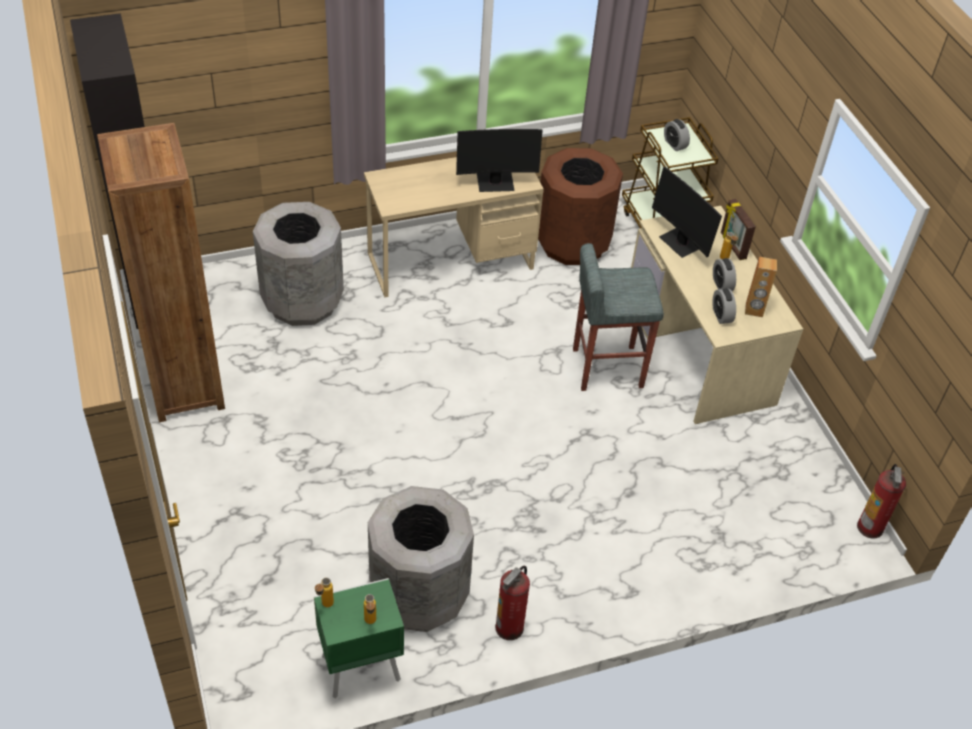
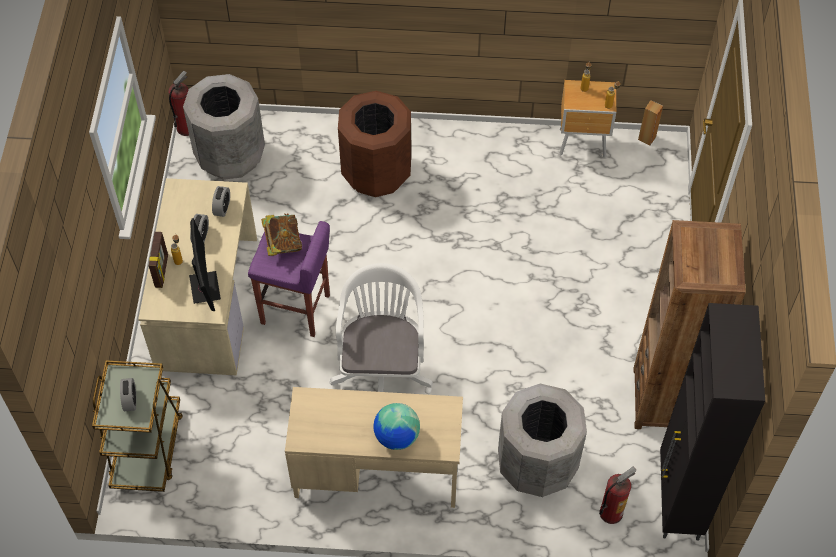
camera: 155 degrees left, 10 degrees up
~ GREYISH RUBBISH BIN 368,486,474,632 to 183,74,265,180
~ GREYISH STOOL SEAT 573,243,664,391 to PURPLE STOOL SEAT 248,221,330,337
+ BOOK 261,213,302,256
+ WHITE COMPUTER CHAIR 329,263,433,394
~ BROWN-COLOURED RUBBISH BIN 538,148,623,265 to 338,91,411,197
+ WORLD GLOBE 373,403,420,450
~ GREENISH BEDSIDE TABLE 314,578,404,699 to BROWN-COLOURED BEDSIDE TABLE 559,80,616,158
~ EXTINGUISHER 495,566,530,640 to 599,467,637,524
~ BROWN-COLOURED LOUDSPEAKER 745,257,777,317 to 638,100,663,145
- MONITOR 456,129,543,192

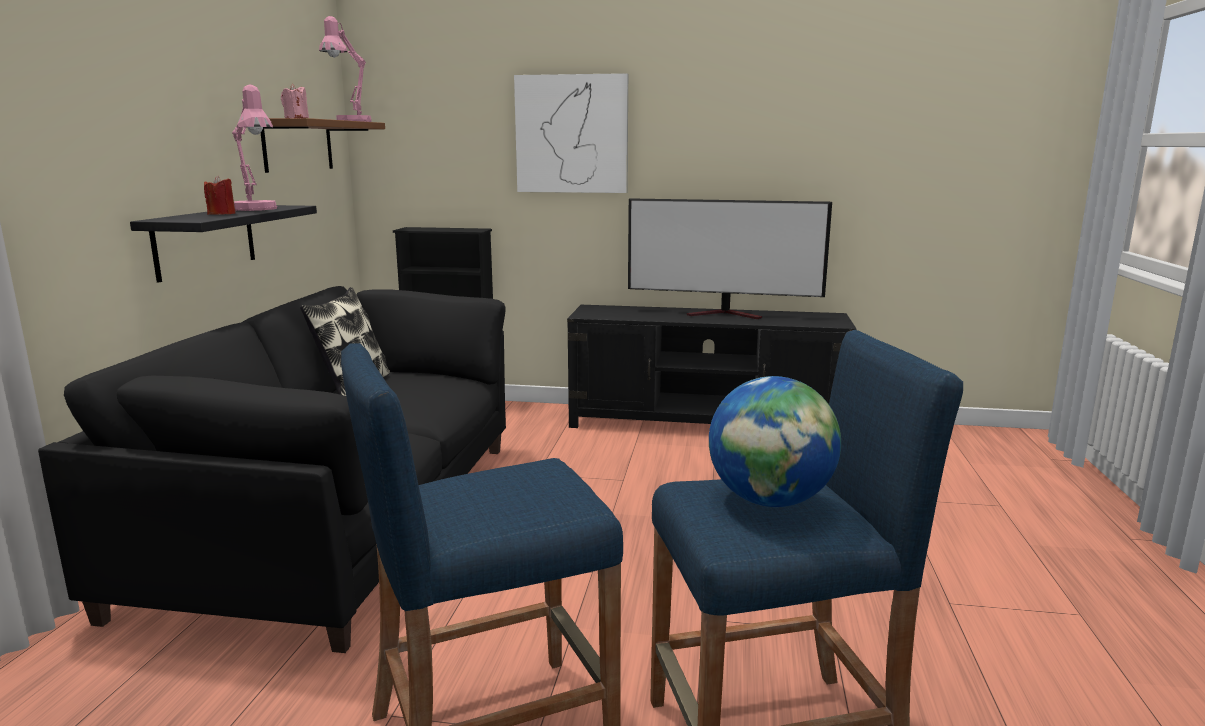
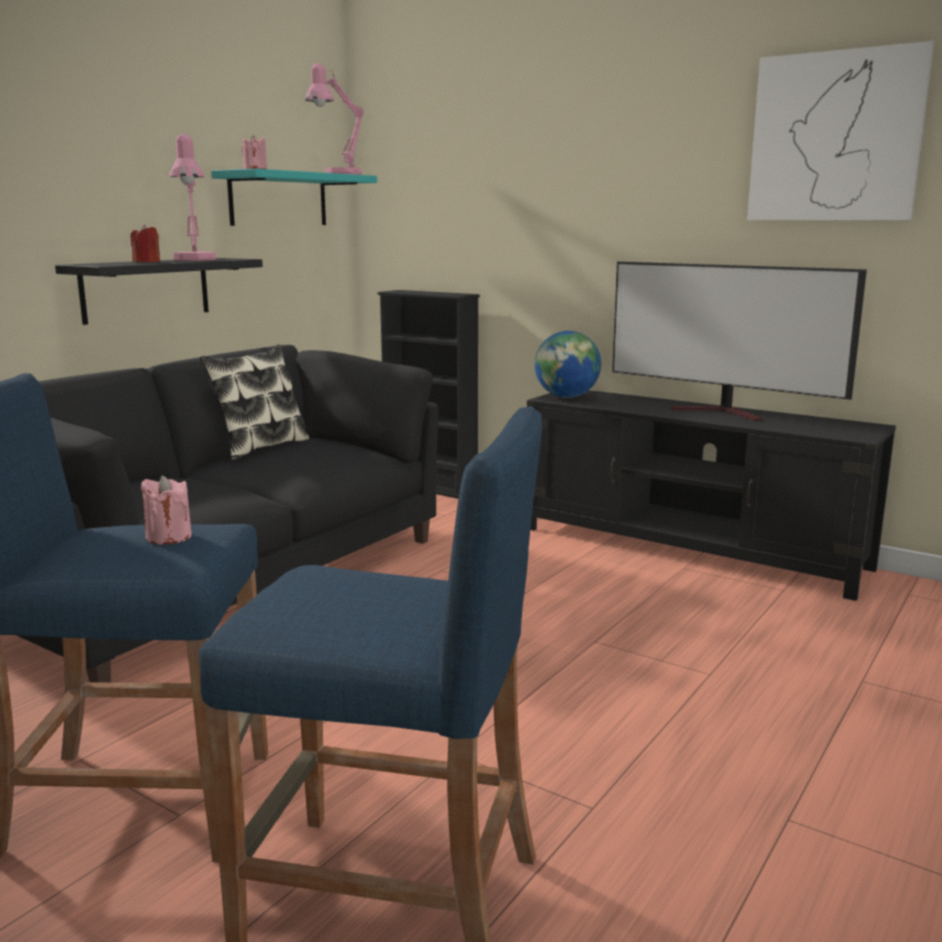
camera: 25 degrees right, 0 degrees up
+ PINK-COLOURED CANDLE 141,476,192,545
~ BROWN-COLOURED WALL SHELF 261,118,385,173 to TURQUOISE WALL SHELF 211,169,377,226
~ WORLD GLOBE 709,376,841,507 to 535,331,601,398
~ PICTURE 514,73,628,193 to 747,41,935,220

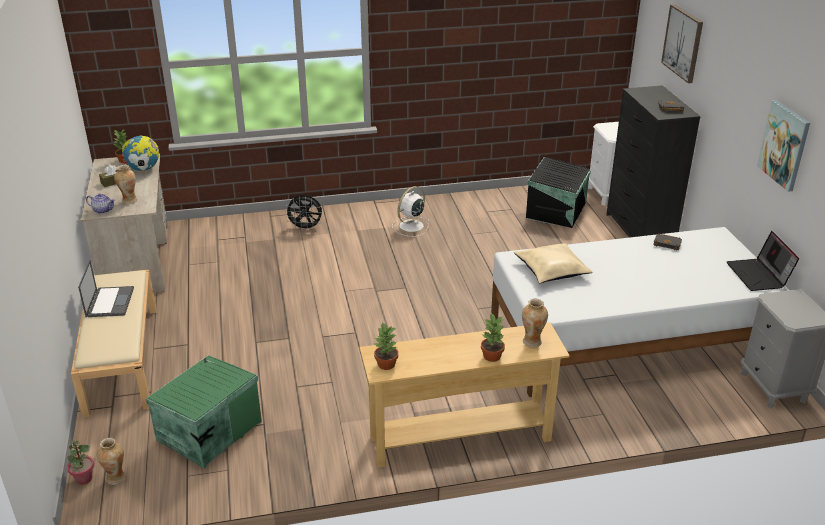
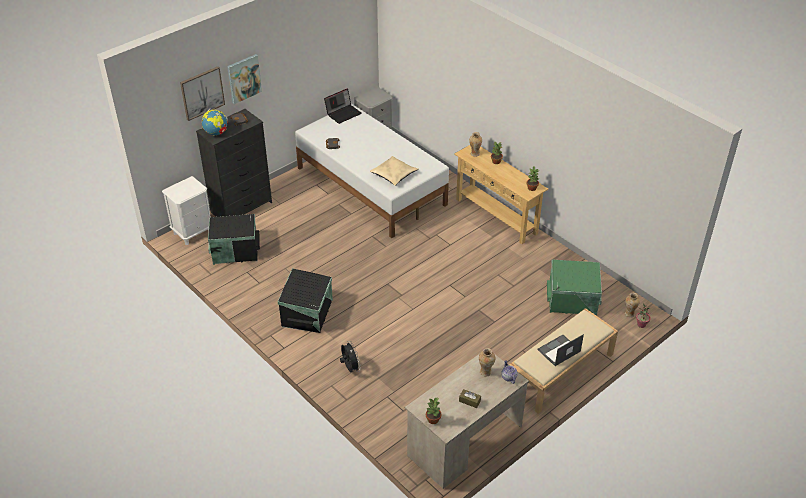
camera: 120 degrees left, 10 degrees up
~ WORLD GLOBE 121,136,159,171 to 201,109,228,135
~ PICTURE 757,100,810,192 to 227,54,262,104
~ WHITE COOLING FAN 392,186,430,237 to BLACK-COLOURED STORAGE CONTAINER 278,268,333,333

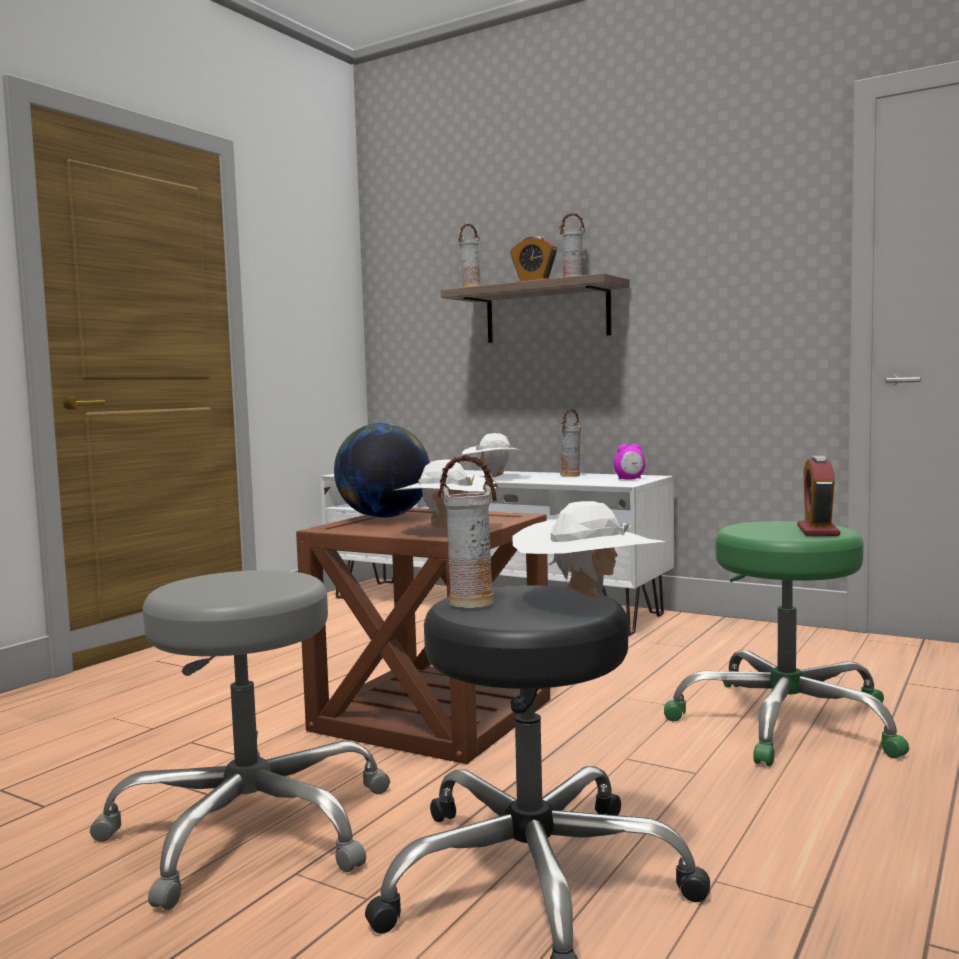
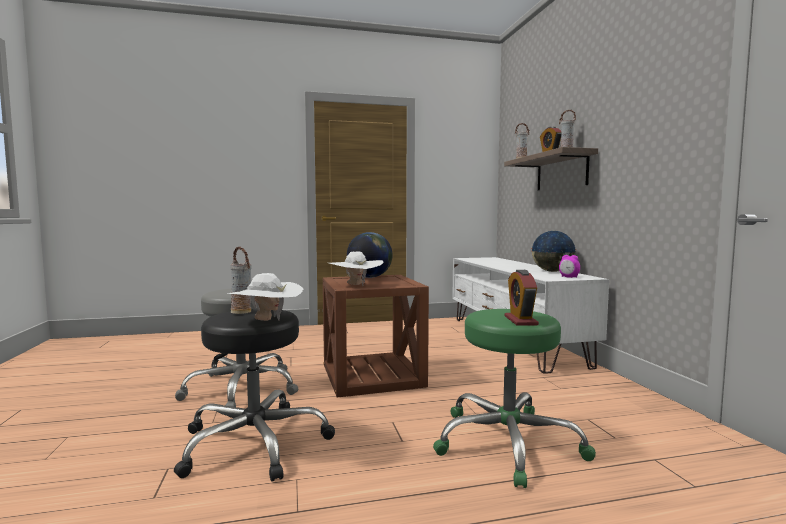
camera: 45 degrees right, 0 degrees up
~ ALARM CLOCK 797,456,840,536 = 504,270,539,326 60 degrees counterclockwise
~ DECORATIVE VASE 560,408,581,476 to WORLD GLOBE 531,231,576,272
- WHITE WEARABLE HAT 462,433,527,477

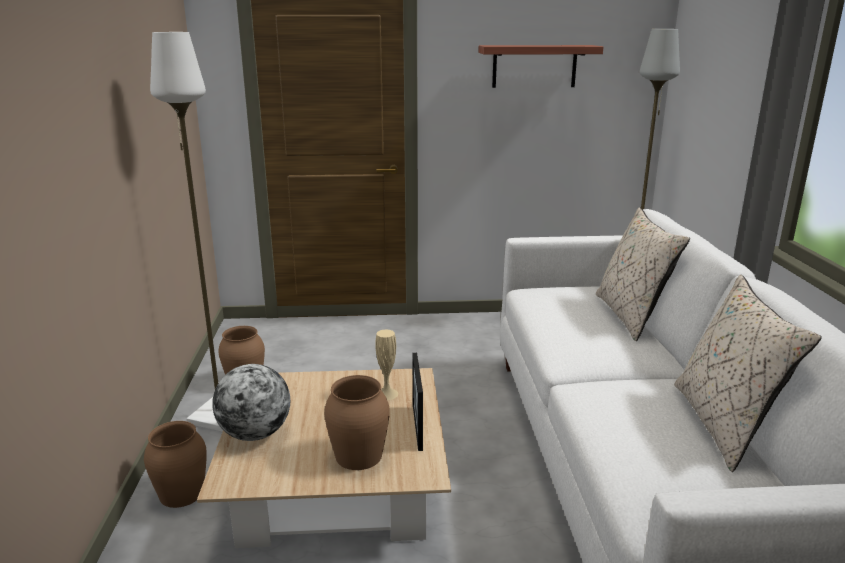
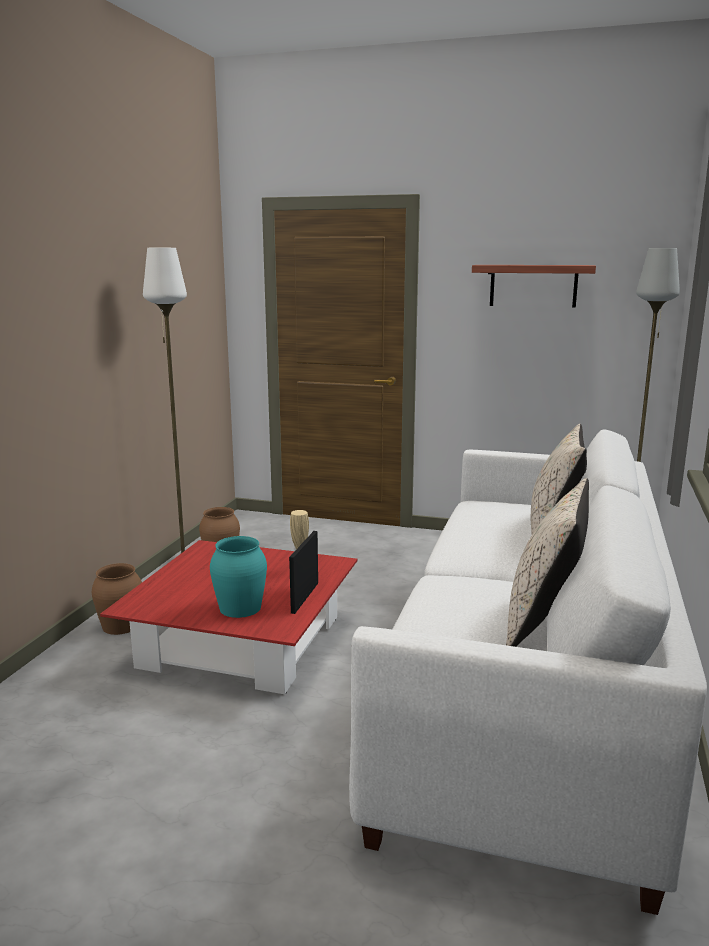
camera: 20 degrees right, 5 degrees down
~ BEIGE-COLOURED LOW TABLE 197,368,451,548 to RED LOW TABLE 100,540,357,694
~ BROWN-COLOURED DECORATIVE VASE 324,375,390,470 to TURQUOISE DECORATIVE VASE 210,536,267,618
- WORLD GLOBE 212,364,290,441

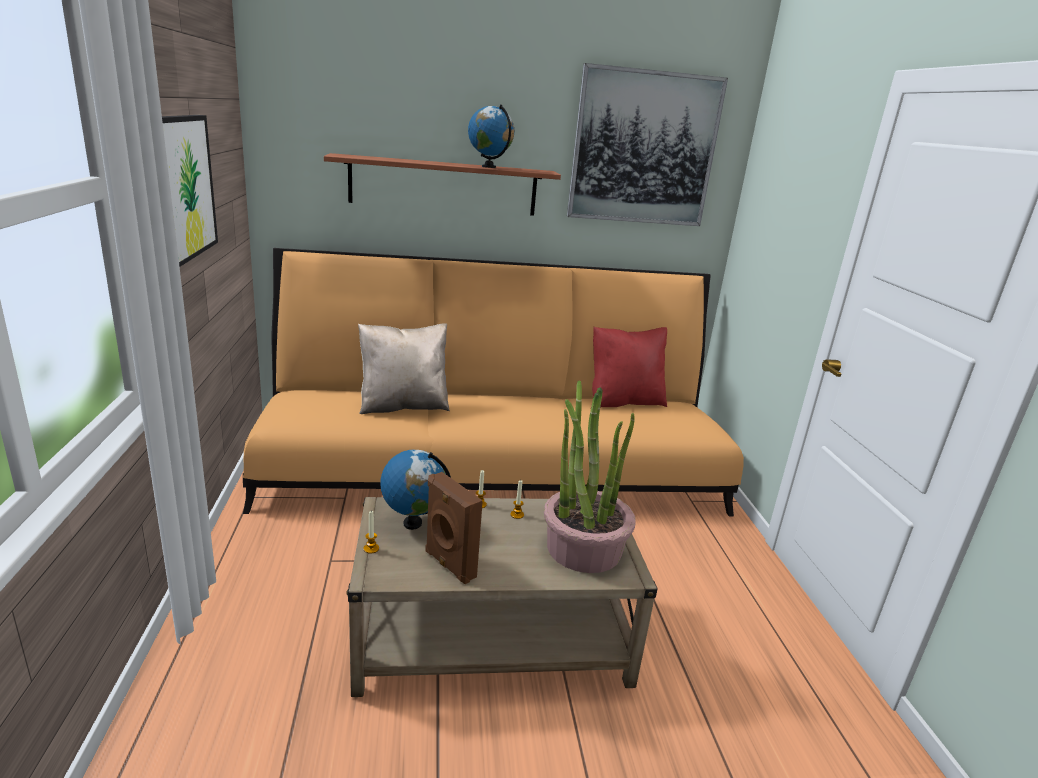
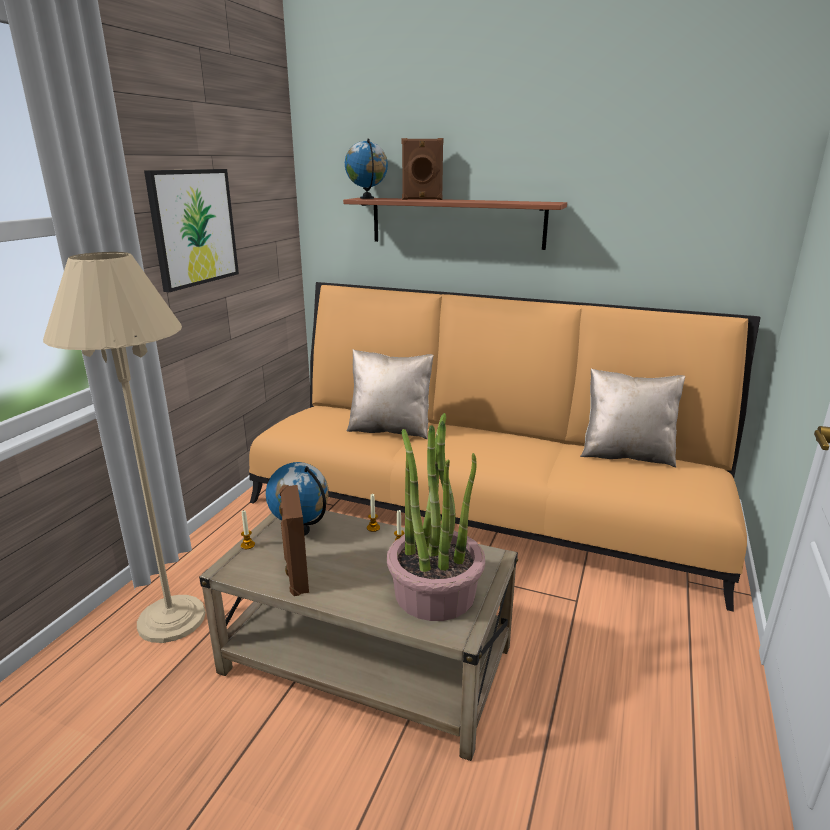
camera: 30 degrees right, 0 degrees up
+ BEIGE-COLOURED STANDING LAMP 43,252,206,643
~ WORLD GLOBE 468,104,515,168 to 345,139,388,199
+ BROWN-COLOURED LOUDSPEAKER 402,138,444,200
~ RED THROW PILLOW 592,327,667,407 to BEIGE-COLOURED THROW PILLOW 580,368,685,468
- PICTURE 567,63,728,226

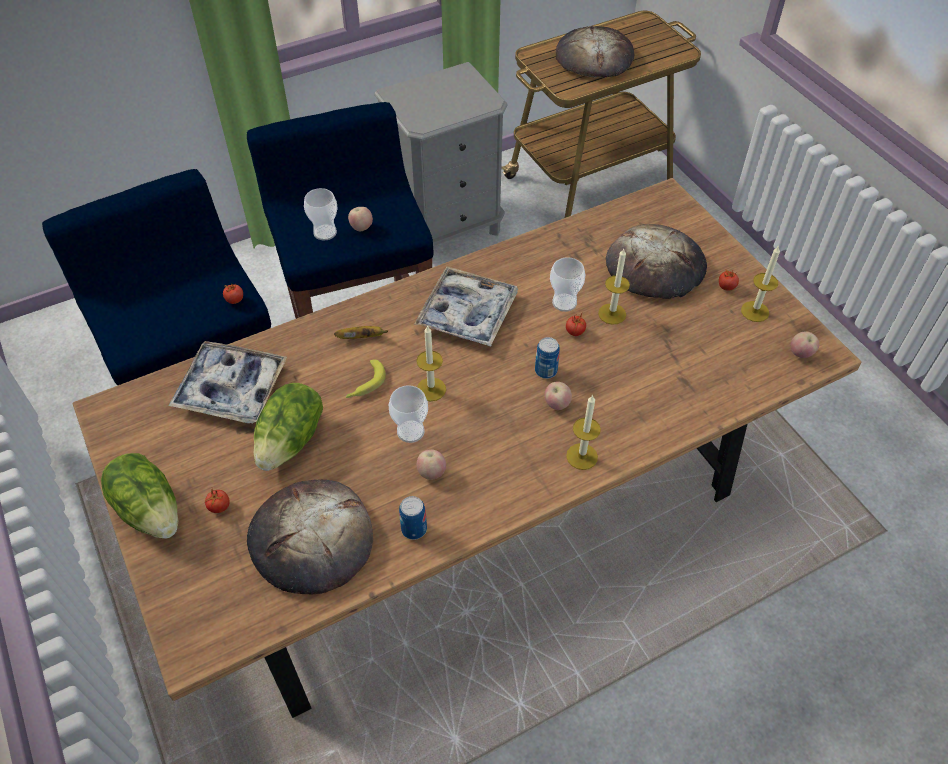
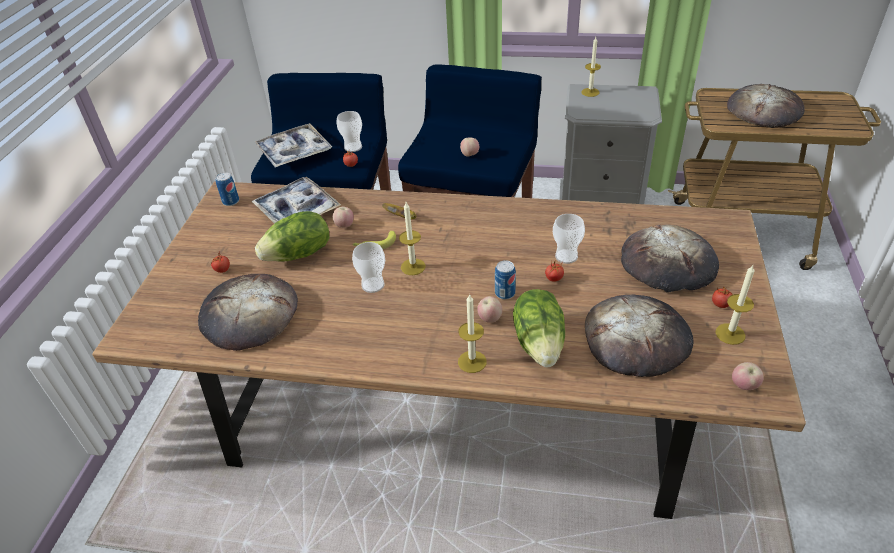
camera: 40 degrees right, 10 degrees down
~ SEALED CAN 399,496,427,540 to 216,172,239,206
~ TRAY 415,266,518,347 to 255,123,332,168
~ APPLE 417,449,446,480 to 333,207,354,228
~ DRINKING CUP 304,188,337,240 to 336,111,362,152
~ HEAD OF LETTUCE 101,453,178,539 to 513,289,565,367
~ CANDLE 598,249,630,325 to 582,37,601,97
+ BAKED BREAD 585,295,693,377

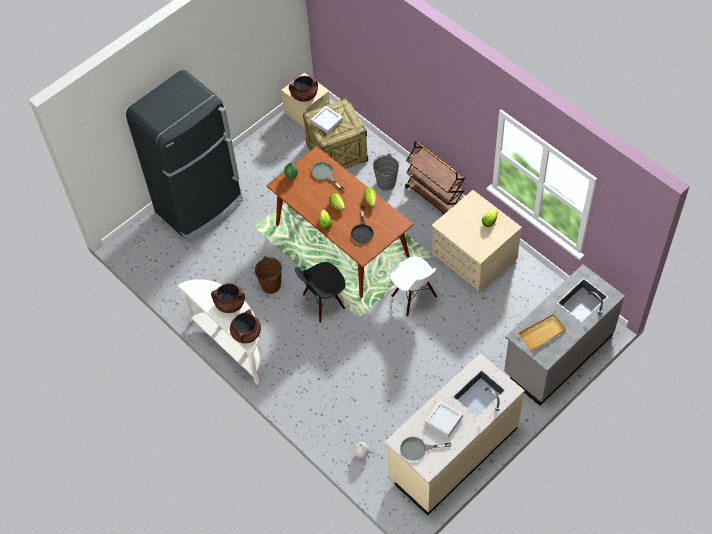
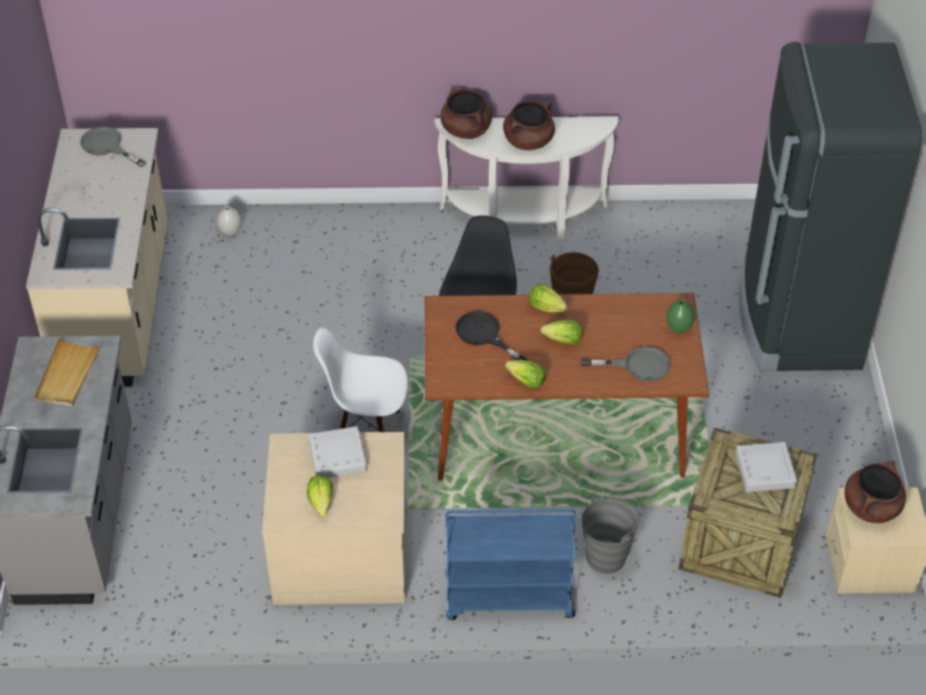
camera: 130 degrees right, 10 degrees down
~ GREYISH SKILLET 400,437,451,461 = 80,127,146,167 90 degrees counterclockwise
~ GREYISH TRAY 425,400,463,437 to 308,426,367,478
~ BROWN-COLOURED WHEELED CART 405,141,465,215 to BLUE-COLOURED WHEELED CART 445,509,576,620

